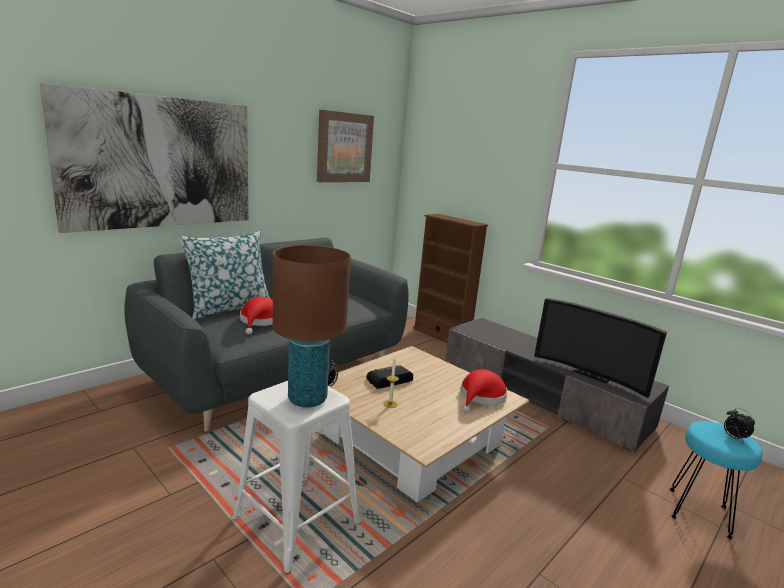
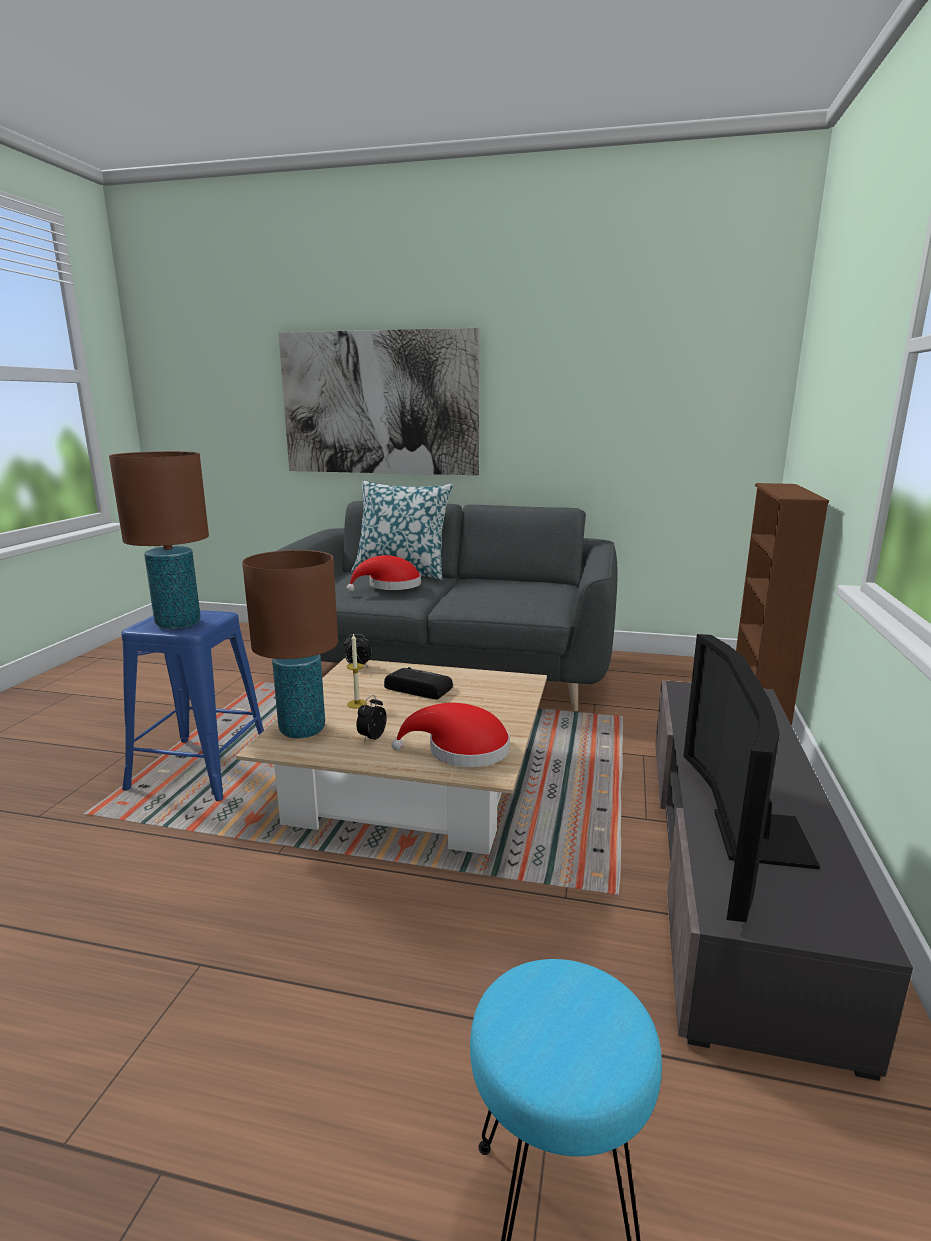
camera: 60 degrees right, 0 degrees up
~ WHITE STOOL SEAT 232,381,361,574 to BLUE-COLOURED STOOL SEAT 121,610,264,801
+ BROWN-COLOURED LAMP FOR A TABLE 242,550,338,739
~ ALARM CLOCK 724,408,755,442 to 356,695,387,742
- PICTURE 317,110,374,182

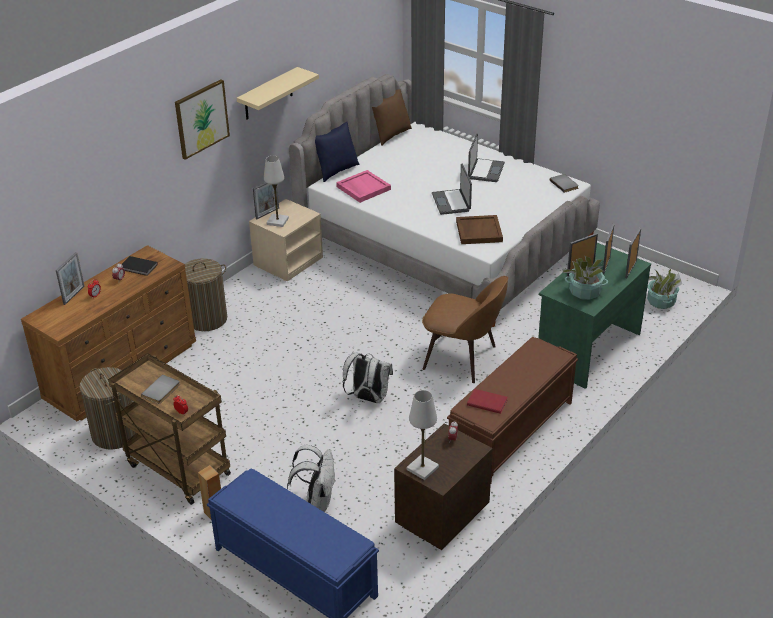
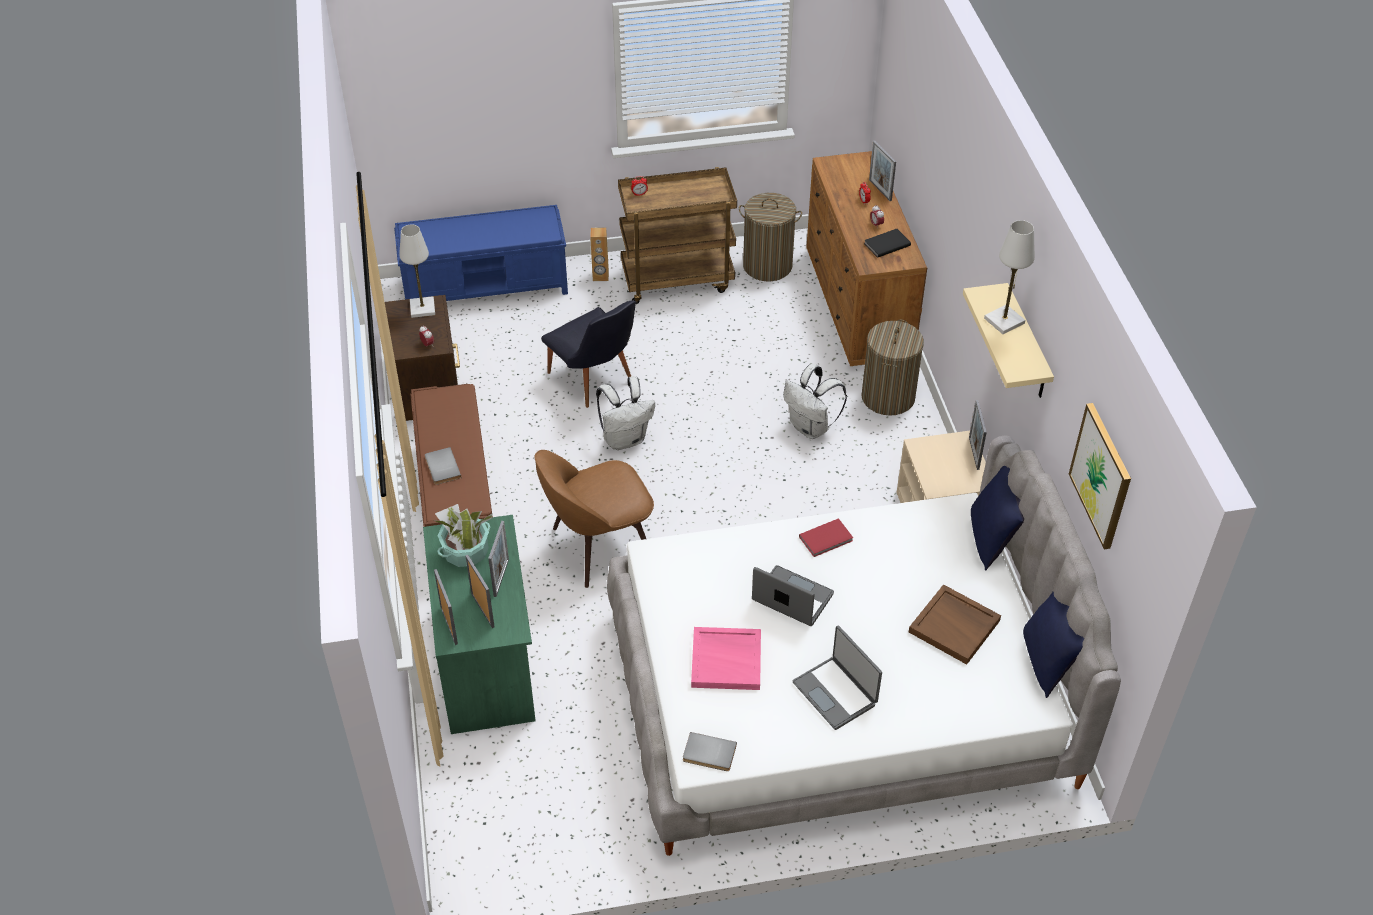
camera: 130 degrees right, 10 degrees up
~ GREYISH BOOK 141,374,180,404 to 425,447,461,485
+ BLACK-COLOURED PLAIN CHAIR 541,300,636,408
~ PINK-COLOURED TRAY 336,170,391,203 to 691,627,761,690
~ WHITE BACKPACK 287,445,336,512 to 783,364,847,439
~ RED BOOK 467,389,507,414 to 799,518,853,557
~ BROWN-COLOURED TRAY 456,215,503,244 to 909,584,1001,665
~ WHITE LAMP FOR A TABLE 264,156,289,227 to 984,220,1035,334
~ BROWN-COLOURED THROW PILLOW 372,89,412,146 to BLUE-COLOURED THROW PILLOW 1023,592,1084,698
~ PICTURE 175,79,230,160 to 1069,403,1131,549
- POTTED PLANT 647,269,682,309

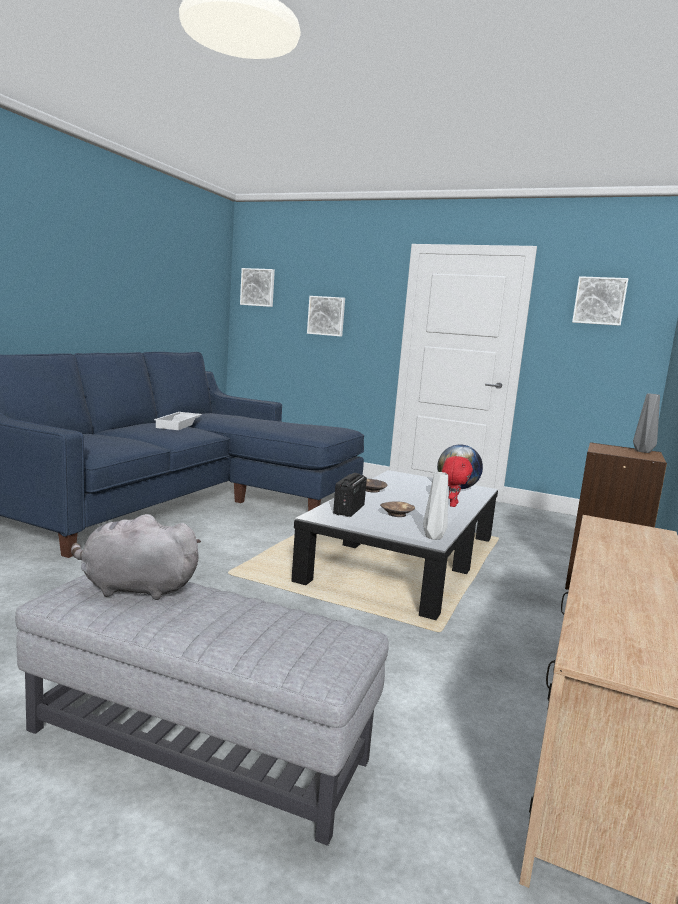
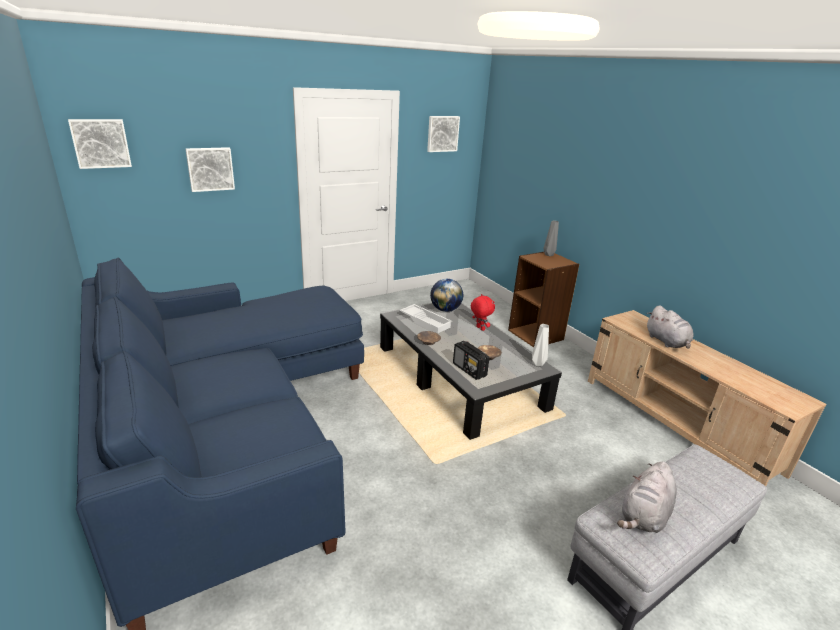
camera: 55 degrees left, 15 degrees up
~ WHITE TRAY 154,412,202,430 to 400,304,453,334
+ GREYISH CUDDLY TOY 647,305,693,349

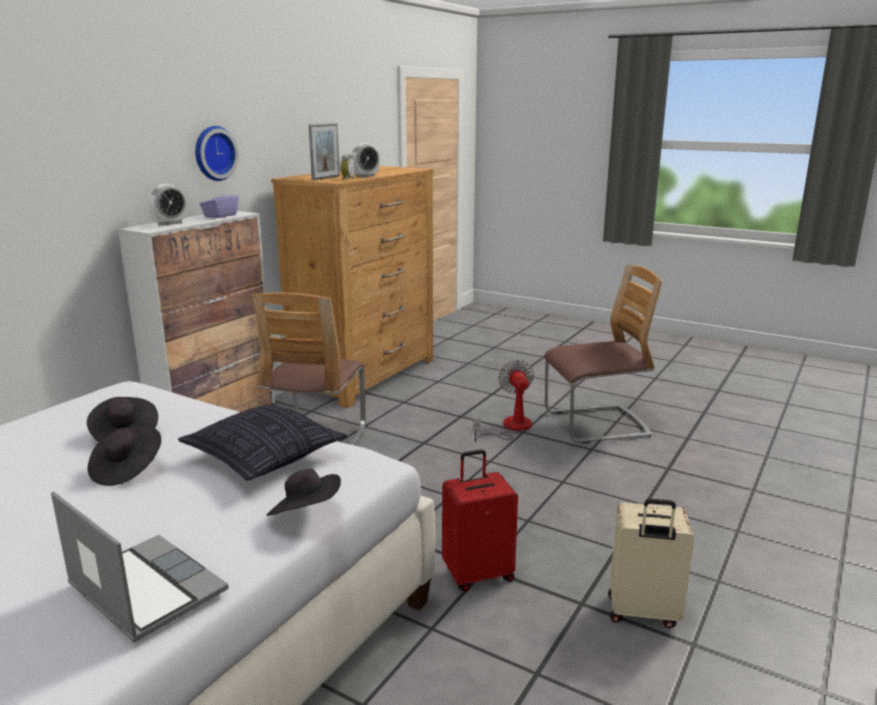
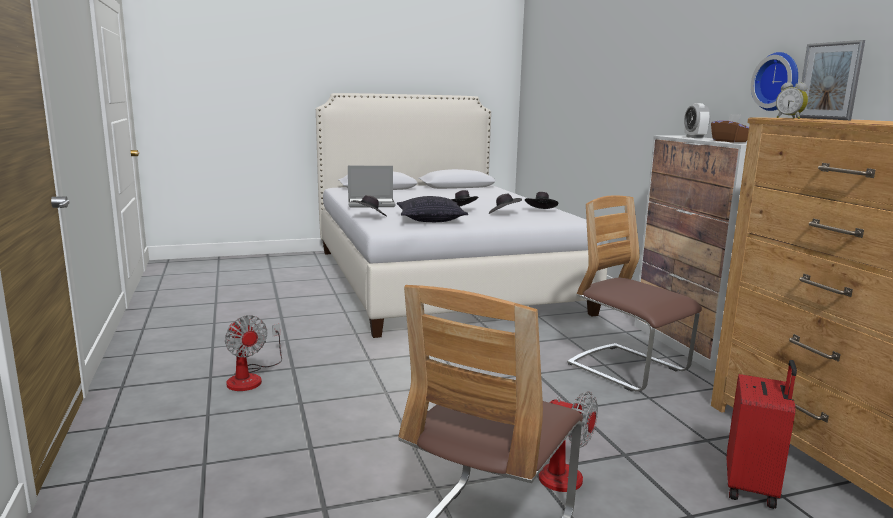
camera: 130 degrees right, 5 degrees down
~ BEIGE-COLOURED PIECE OF LUGGAGE 608,498,694,628 to COOLING FAN 225,315,282,391
+ BLACK-COLOURED WEARABLE HAT 525,192,558,209
~ PURPLE TISSUE HOLDER 200,188,238,218 to BROWN-COLOURED TISSUE HOLDER 711,114,749,142
~ RED PIECE OF LUGGAGE 442,449,518,591 to 726,360,797,509
- ALARM CLOCK 351,143,379,178

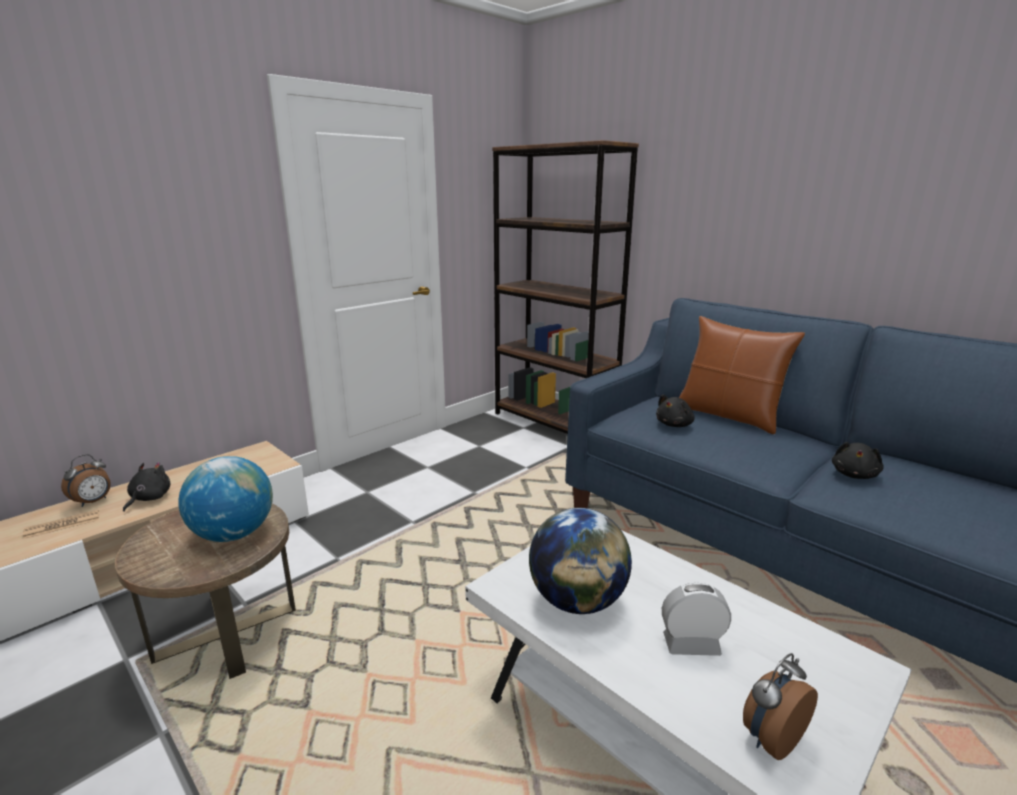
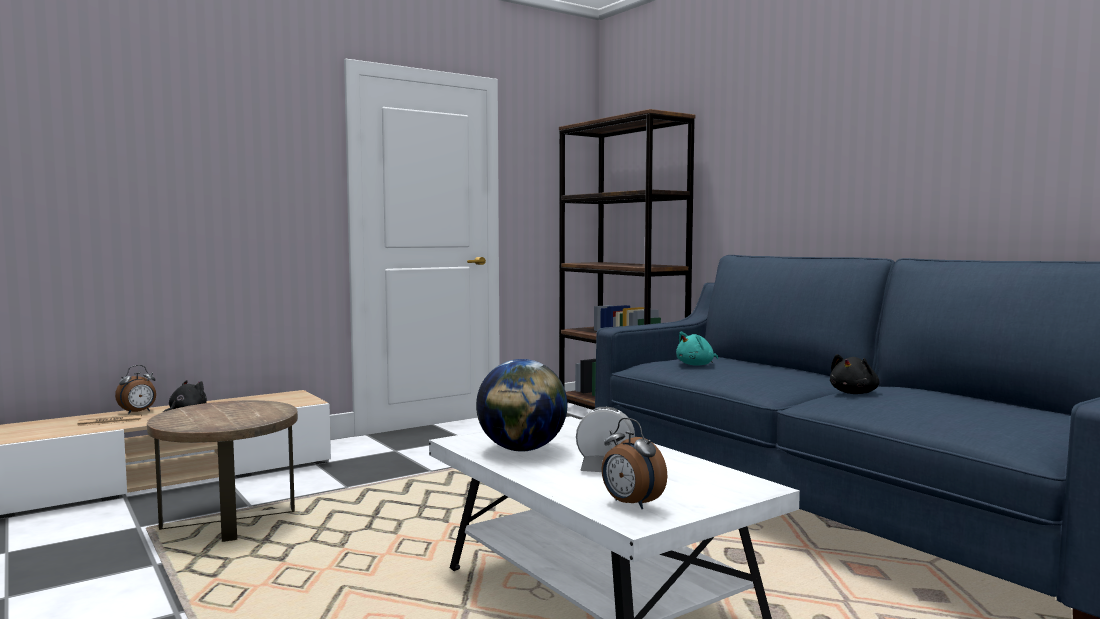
camera: 10 degrees right, 15 degrees down
~ ALARM CLOCK 743,653,818,760 = 602,418,668,509 105 degrees counterclockwise
~ BLACK-COLOURED CUDDLY TOY 656,395,695,427 to TURQUOISE CUDDLY TOY 676,332,718,365
- WORLD GLOBE 178,456,273,542
- BROWN-COLOURED THROW PILLOW 679,316,805,434

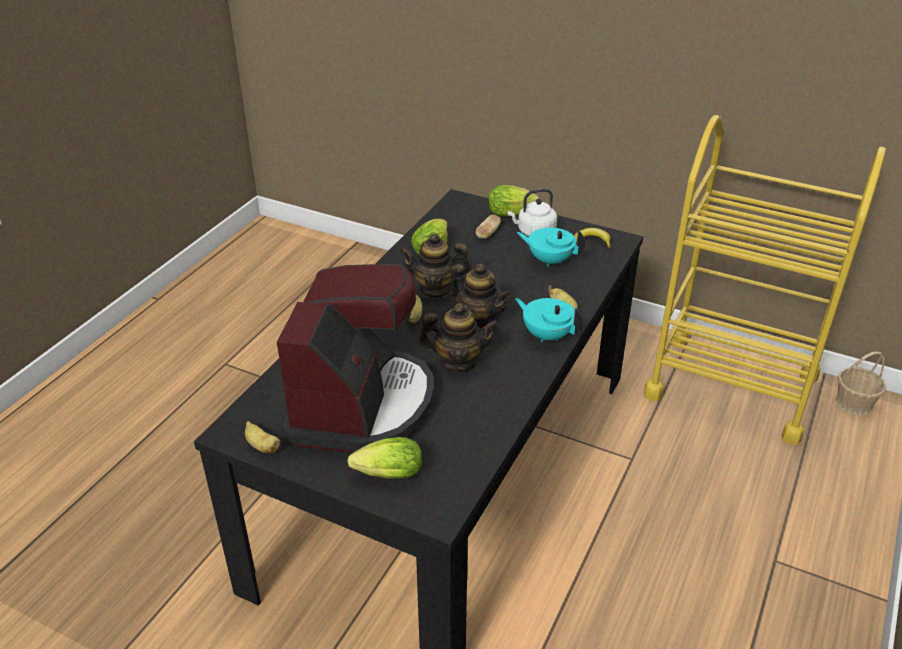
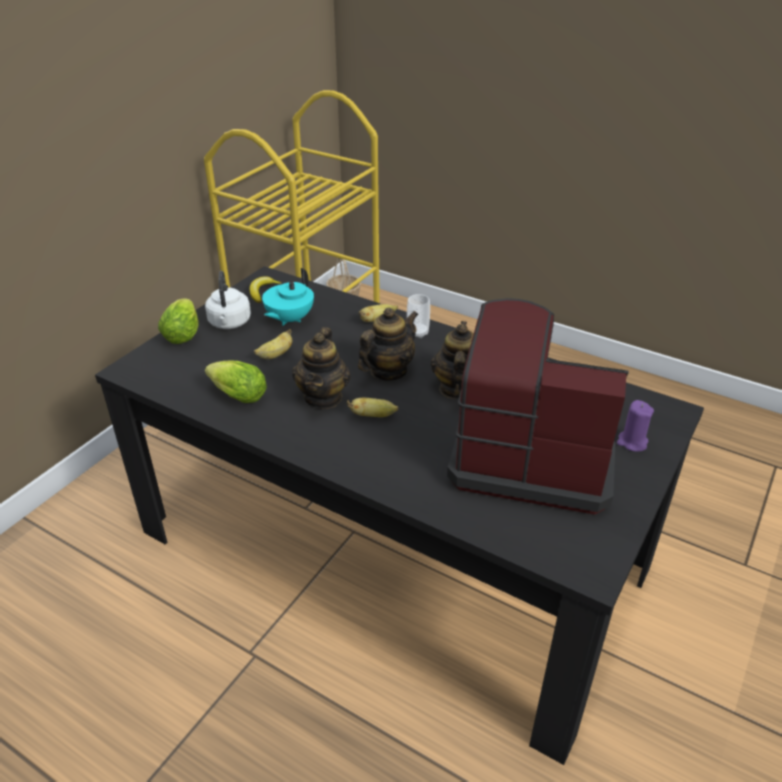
camera: 85 degrees left, 0 degrees up
~ WHOLE BANANA 245,421,282,453 to 254,329,292,359
~ TURQUOISE TEA POT 515,298,583,342 to DRINKING CUP 407,294,430,338
~ HEAD OF LETTUCE 347,437,422,479 to PURPLE CANDLE 617,400,654,452
- BAKED BREAD 476,215,501,239

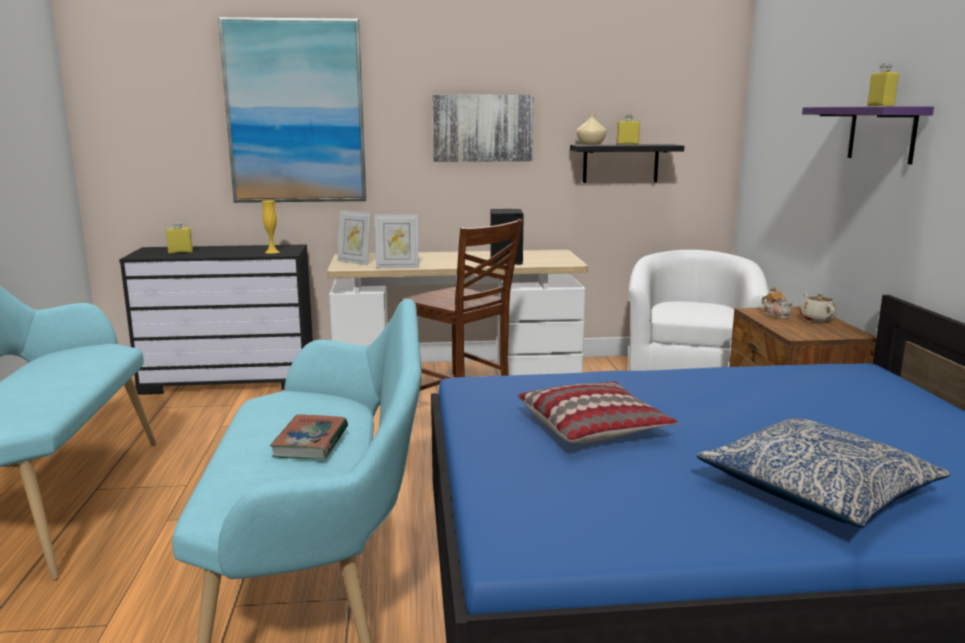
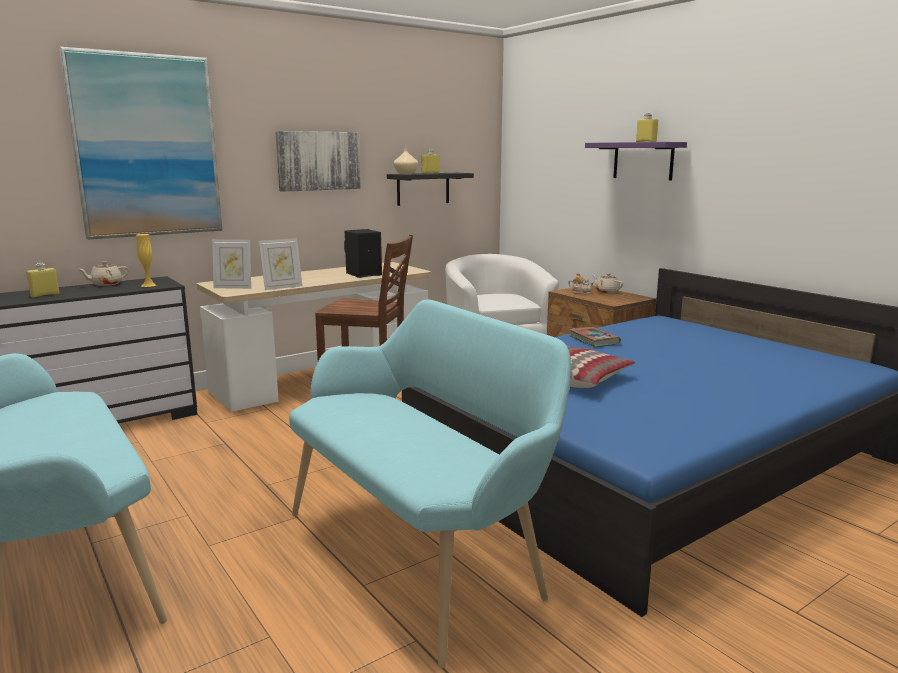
camera: 30 degrees left, 0 degrees up
+ BEIGE-COLOURED TEA POT 78,262,129,286
~ BOOK 270,414,348,459 to 569,327,621,347
- THROW PILLOW 696,418,951,527

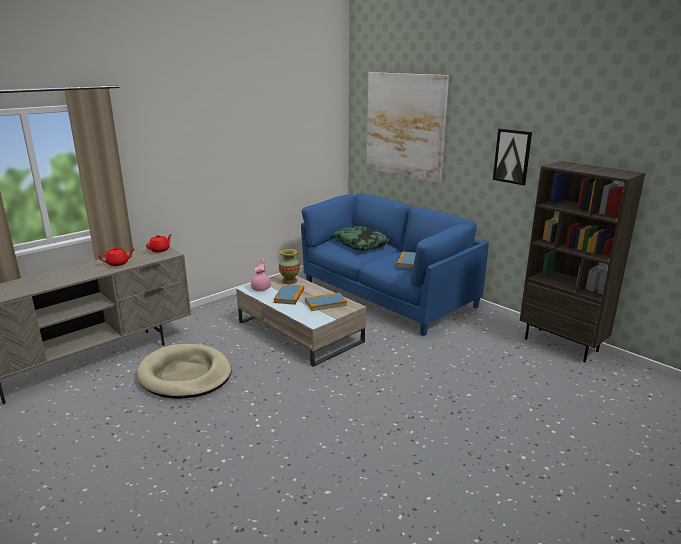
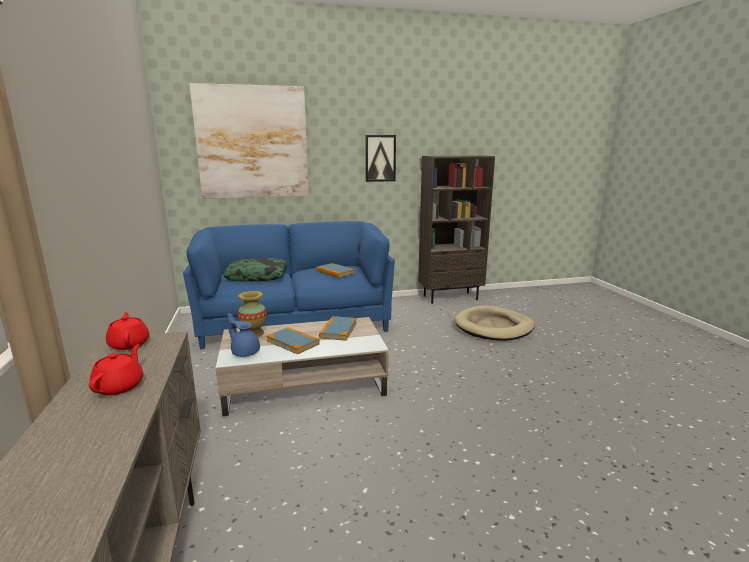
camera: 60 degrees left, 5 degrees down
~ PINK-COLOURED TEA POT 251,258,271,291 to BLUE-COLOURED TEA POT 228,313,260,357
~ BEIGE-COLOURED DOG BED 137,344,232,399 to 454,306,535,341

